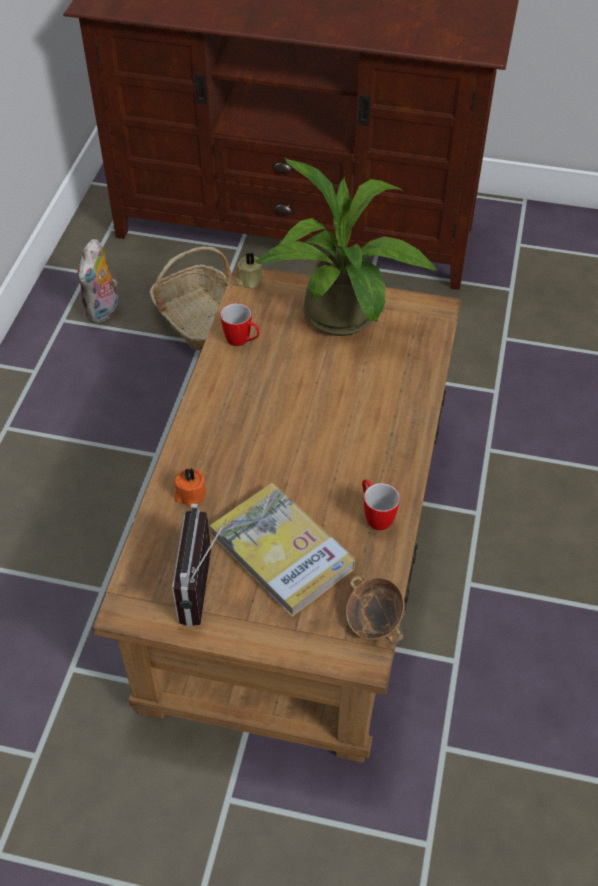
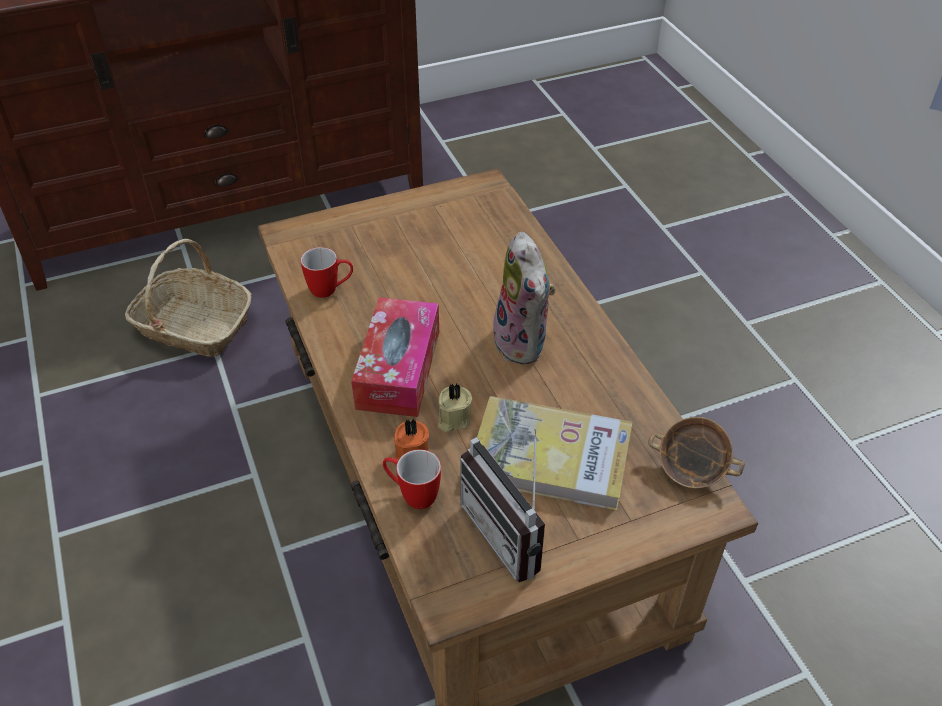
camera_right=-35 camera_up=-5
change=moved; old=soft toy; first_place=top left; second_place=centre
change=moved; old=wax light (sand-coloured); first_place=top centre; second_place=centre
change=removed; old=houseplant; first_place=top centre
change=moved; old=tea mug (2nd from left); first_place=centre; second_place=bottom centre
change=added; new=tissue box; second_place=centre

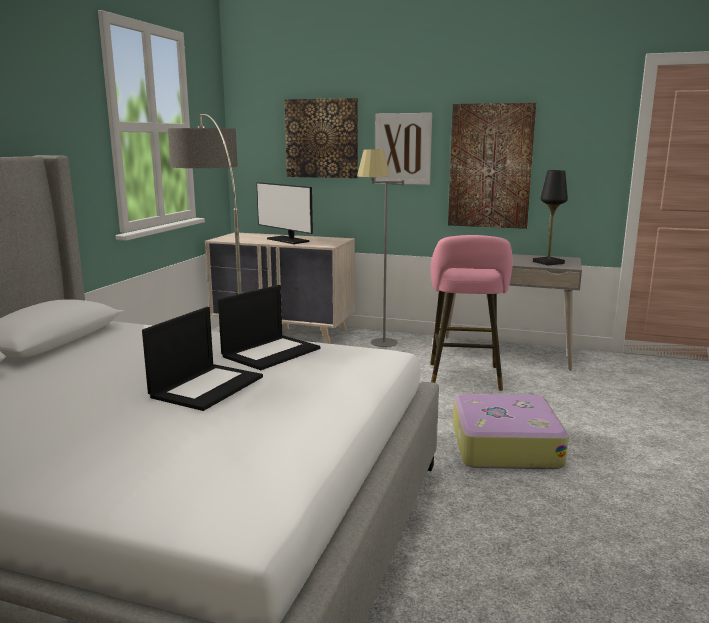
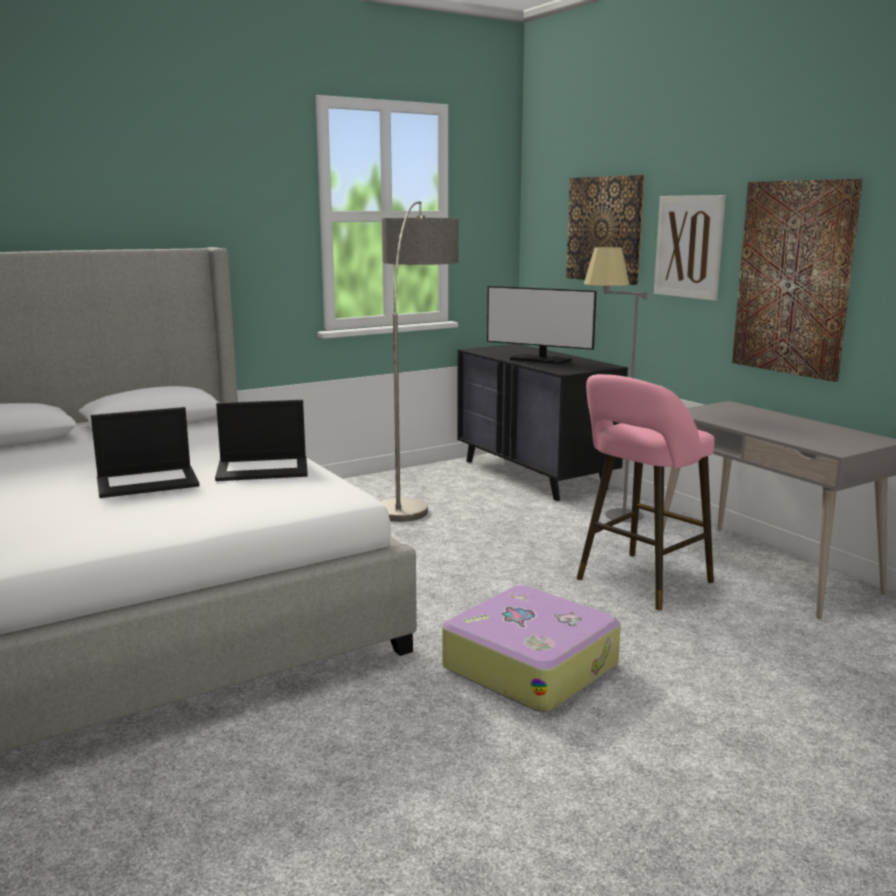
camera_right=40 camera_up=0
change=recoloured; old=dresser (sand-coloured); new=dresser (black-coloured); first_place=centre; second_place=centre
change=turned; old=monitor; first_place=centre; second_place=centre; degrees=-60
change=removed; old=table lamp (black-coloured); first_place=middle right

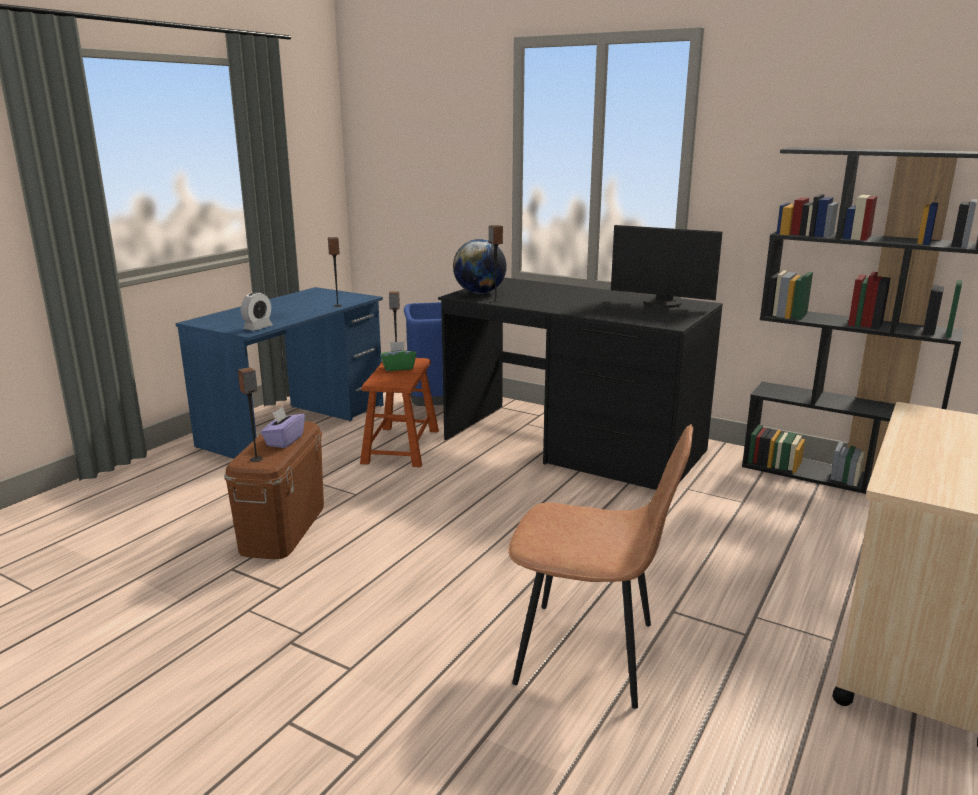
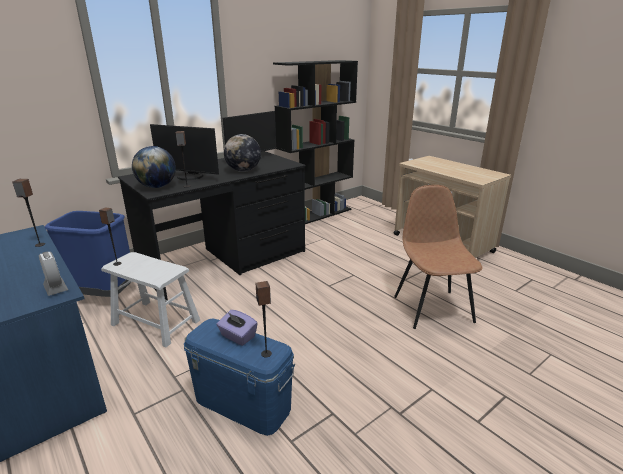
camera_right=-70 camera_up=5
change=recoloured; old=storage box (brown); new=storage box (blue-coloured); first_place=middle left; second_place=bottom centre
change=recoloured; old=stool (brown); new=stool (whitish); first_place=centre; second_place=middle left
change=removed; old=tissue box (green-coloured); first_place=centre
change=turned; old=upright chair (brown); first_place=bottom centre; second_place=middle right; degrees=-45
change=added; new=monitor (1st from left); second_place=top left
change=added; new=globe (2nd from left); second_place=top centre

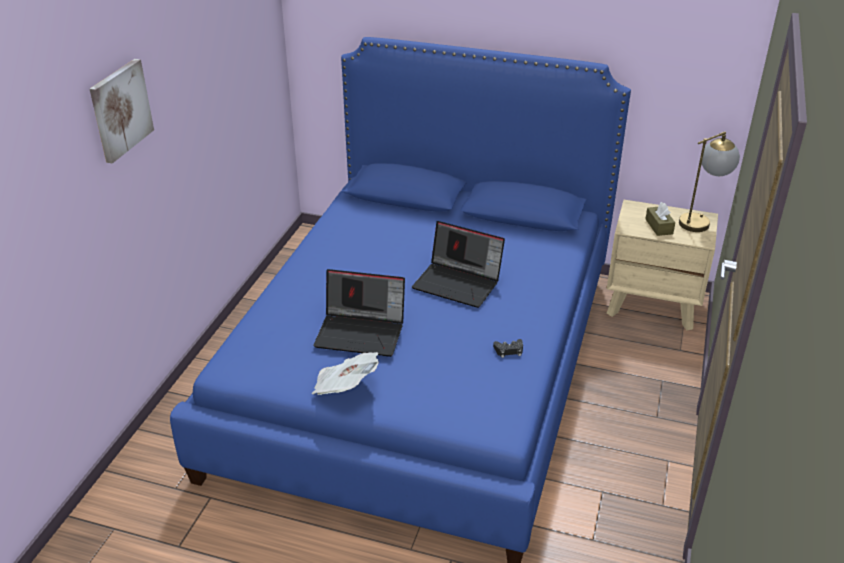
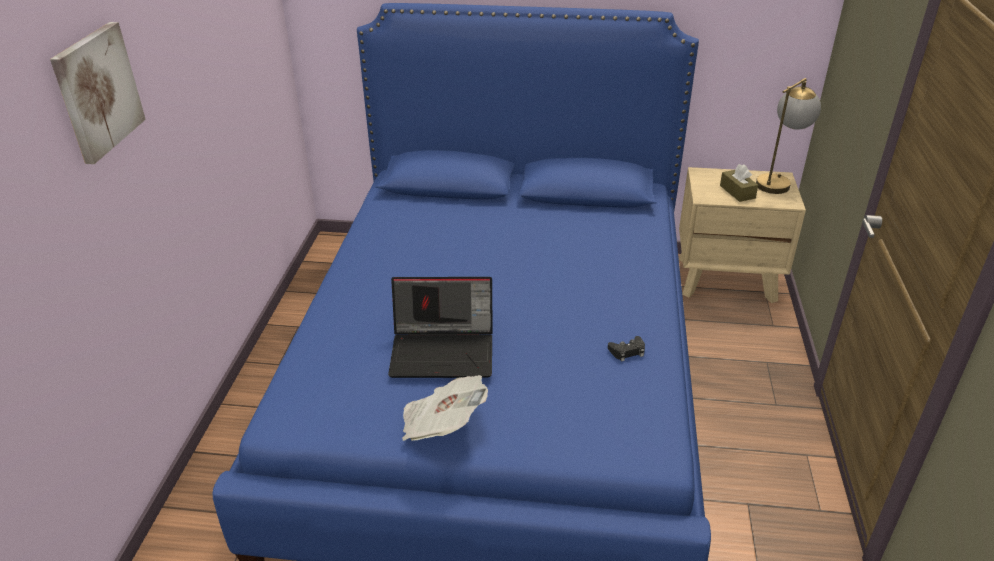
camera_right=-10 camera_up=0
change=removed; old=portable computer (2nd from left); first_place=centre

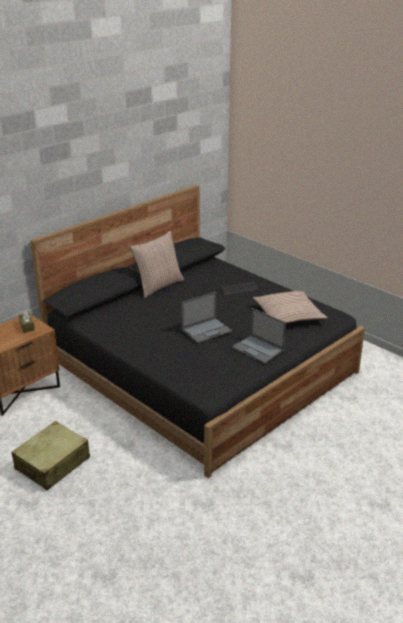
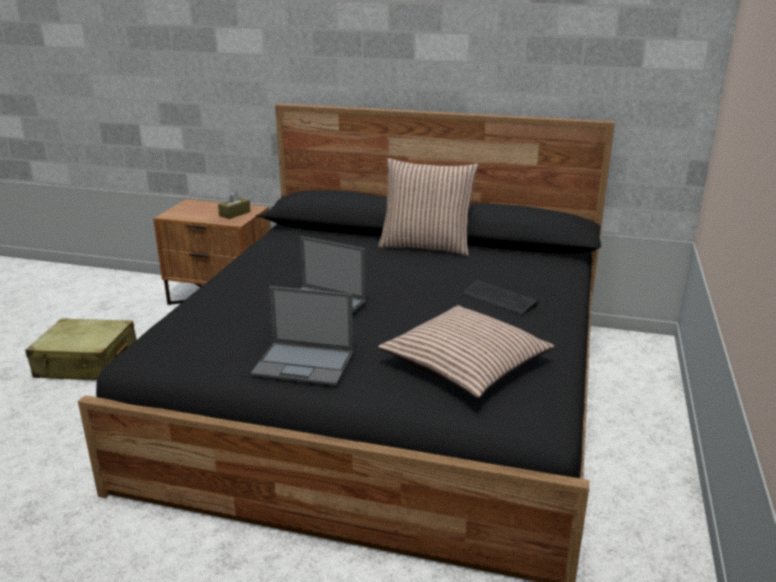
camera_right=60 camera_up=-5
change=turned; old=portable computer (2nd from left in the first image); first_place=centre; second_place=centre; degrees=-90

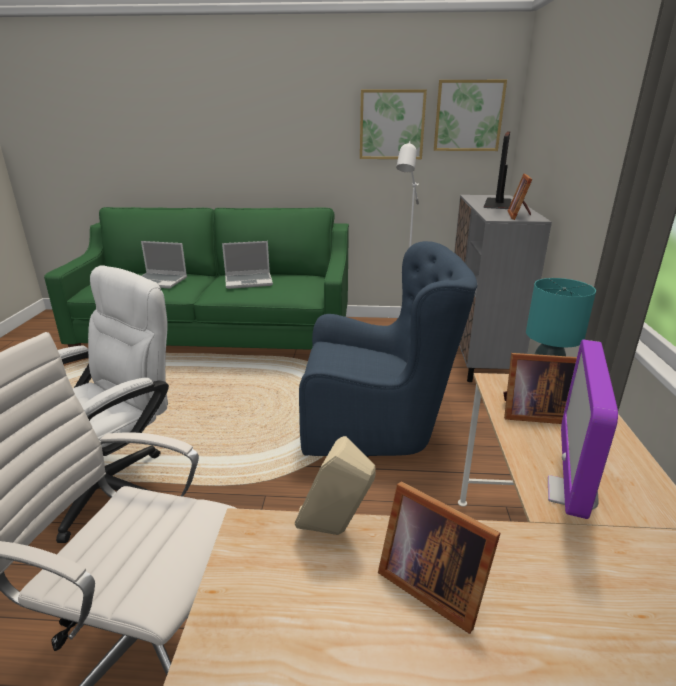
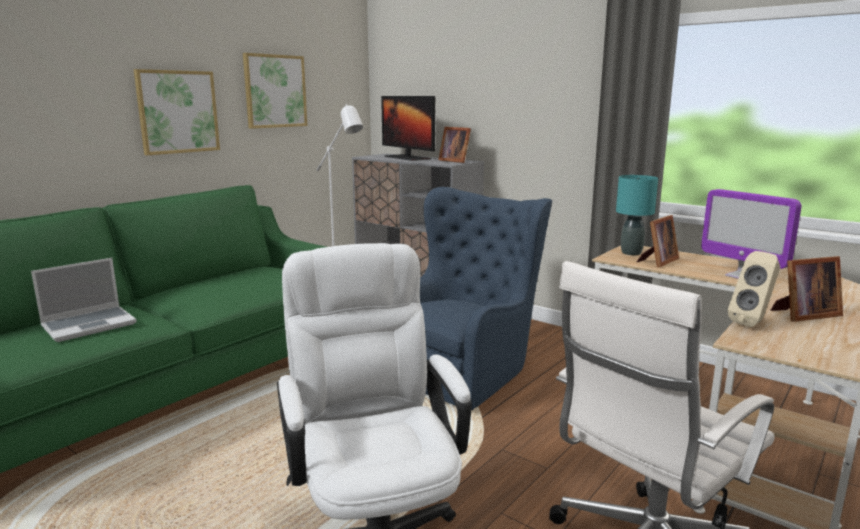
camera_right=-55 camera_up=-10
change=removed; old=portable computer (2nd from left); first_place=centre
change=moved; old=wall picture (2nd from left in the first image); new=wall picture (1st from left); first_place=top right; second_place=top left

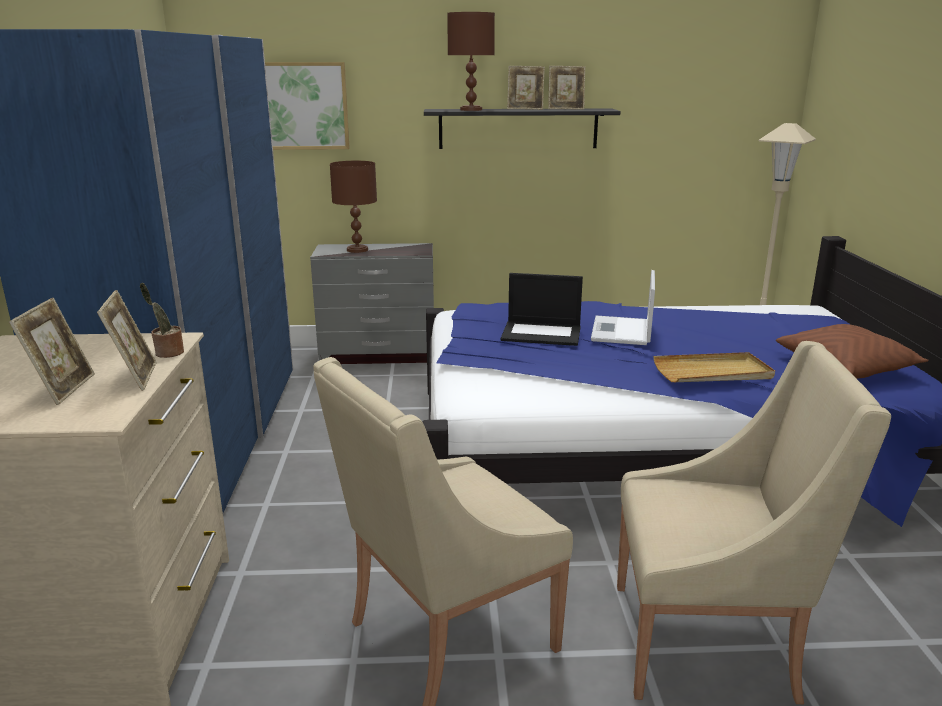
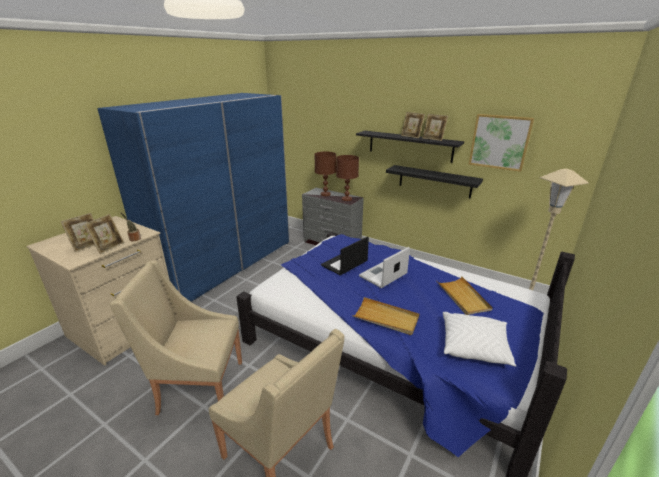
camera_right=35 camera_up=5
change=moved; old=wall picture; first_place=top left; second_place=top right
change=moved; old=table lamp (brown) (2nd from left); first_place=top centre; second_place=centre
change=turned; old=portable computer (1st from left); first_place=centre; second_place=centre; degrees=90
change=recoloured; old=cushion (brown); new=cushion (whitish); first_place=middle right; second_place=bottom right
change=added; new=bracket shelf (black-coloured) (2nd from left); second_place=centre
change=added; new=carrying tray (sand-coloured) (2nd from left); second_place=middle right

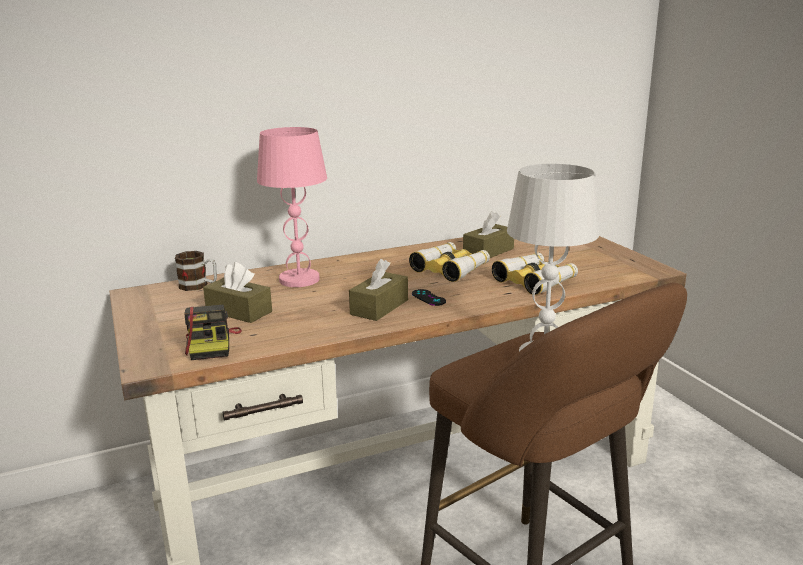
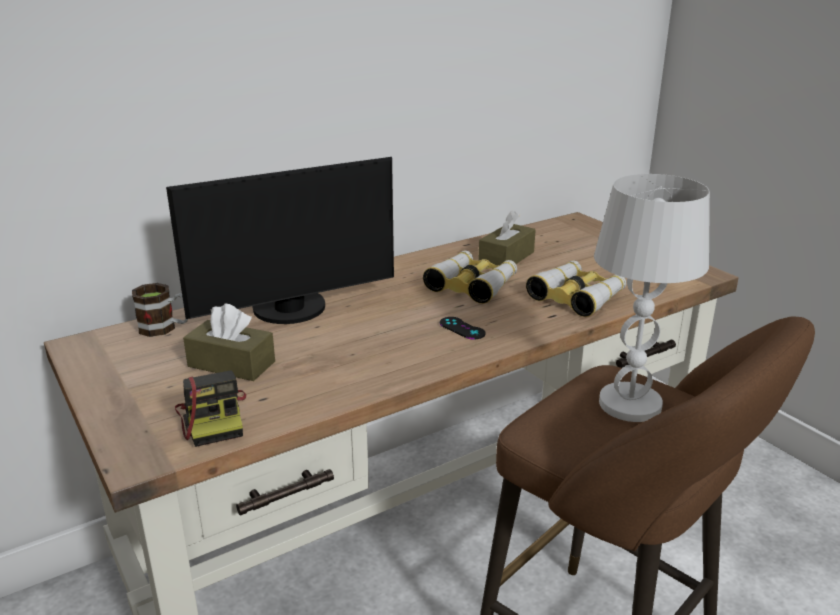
camera_right=-10 camera_up=5
change=replaced; old=table lamp (pink); new=monitor; first_place=centre; second_place=centre
change=removed; old=tissue box (brown) (2nd from left); first_place=centre

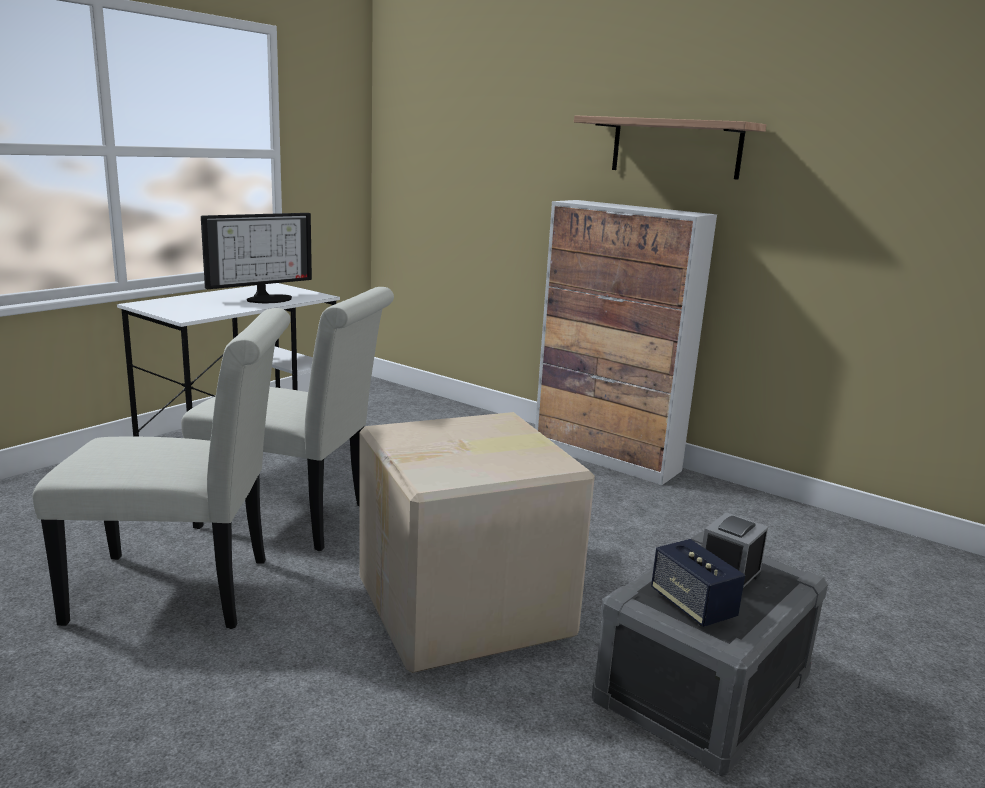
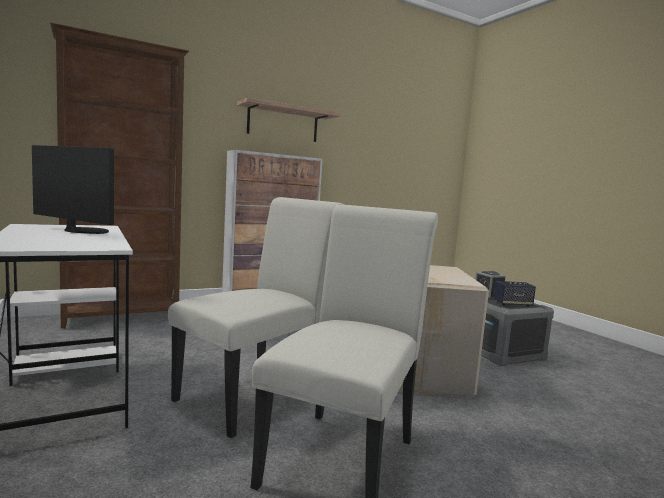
camera_right=-65 camera_up=-10
change=turned; old=monitor; first_place=top left; second_place=middle left; degrees=-45
change=added; new=shelving unit (brown); second_place=middle left

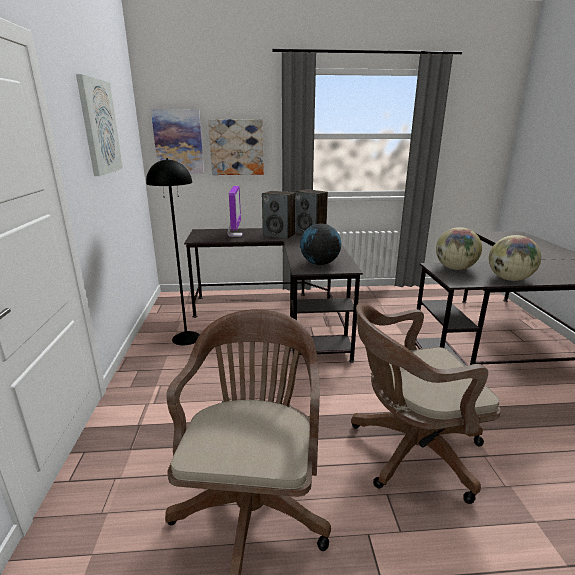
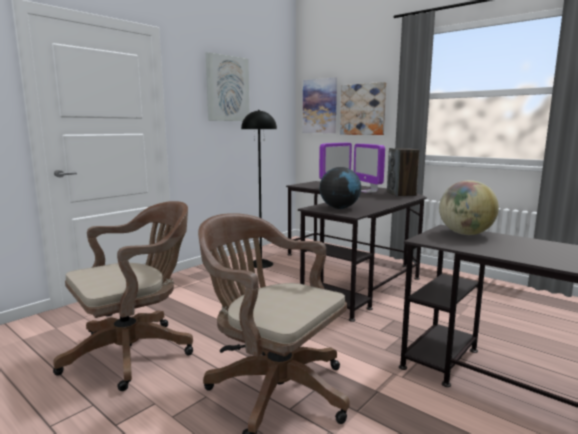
camera_right=45 camera_up=-10
change=replaced; old=speaker (1st from left); new=monitor (2nd from left); first_place=centre; second_place=centre
change=removed; old=globe (3rd from left); first_place=middle right

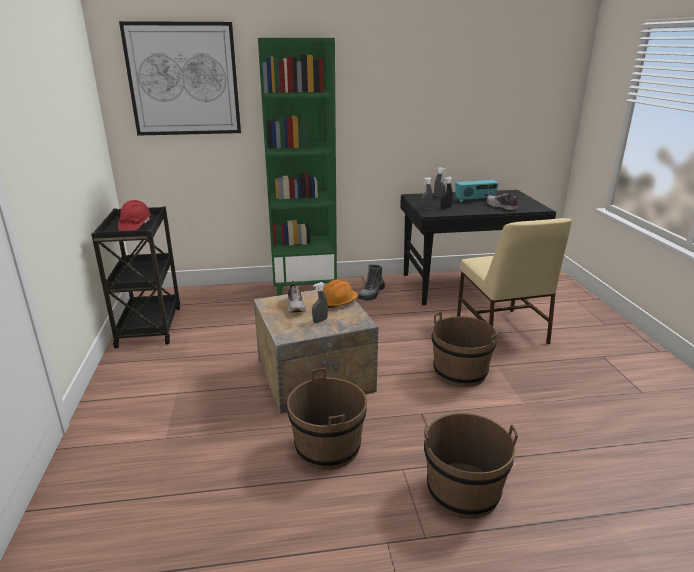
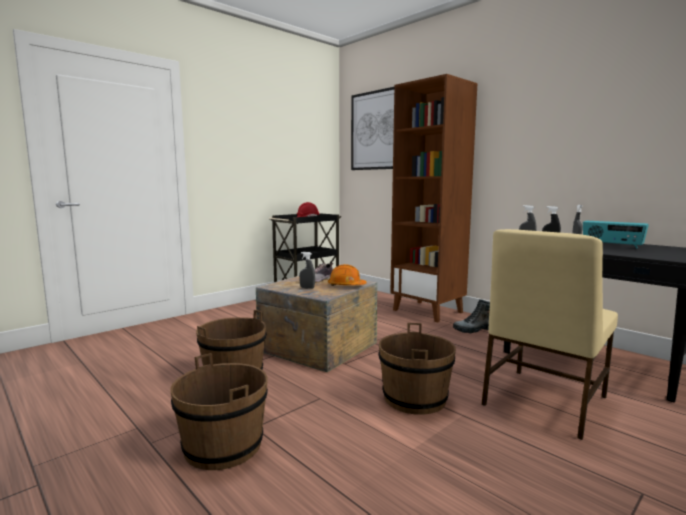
camera_right=55 camera_up=-15
change=recoloured; old=shelving unit (green-coloured); new=shelving unit (brown); first_place=top centre; second_place=centre
change=removed; old=low shoe (2nd from left); first_place=middle right

